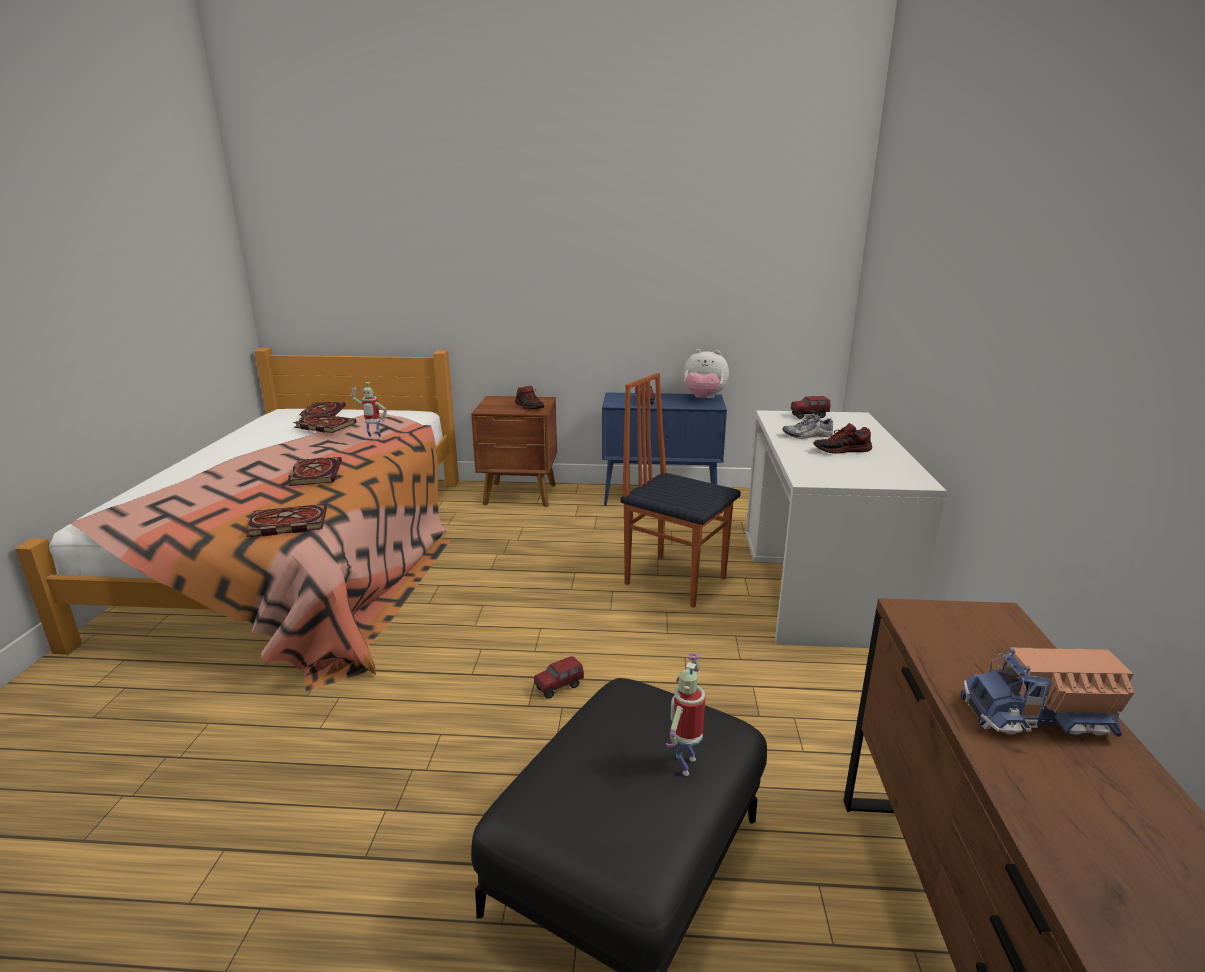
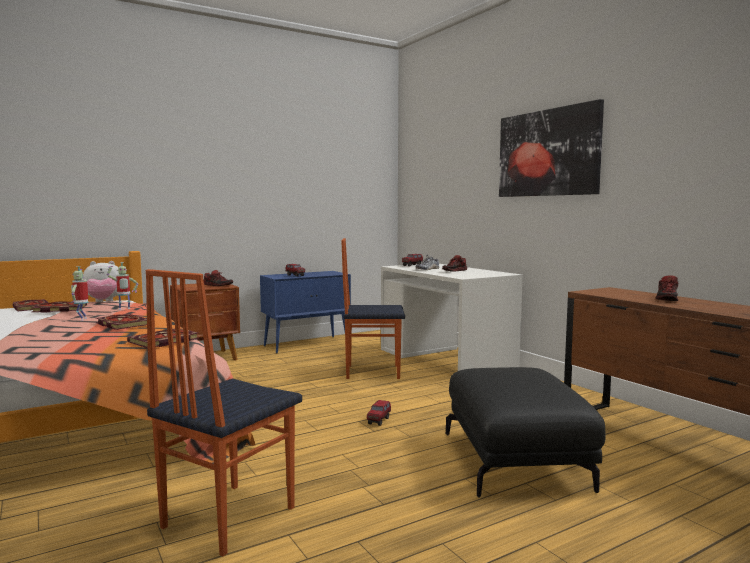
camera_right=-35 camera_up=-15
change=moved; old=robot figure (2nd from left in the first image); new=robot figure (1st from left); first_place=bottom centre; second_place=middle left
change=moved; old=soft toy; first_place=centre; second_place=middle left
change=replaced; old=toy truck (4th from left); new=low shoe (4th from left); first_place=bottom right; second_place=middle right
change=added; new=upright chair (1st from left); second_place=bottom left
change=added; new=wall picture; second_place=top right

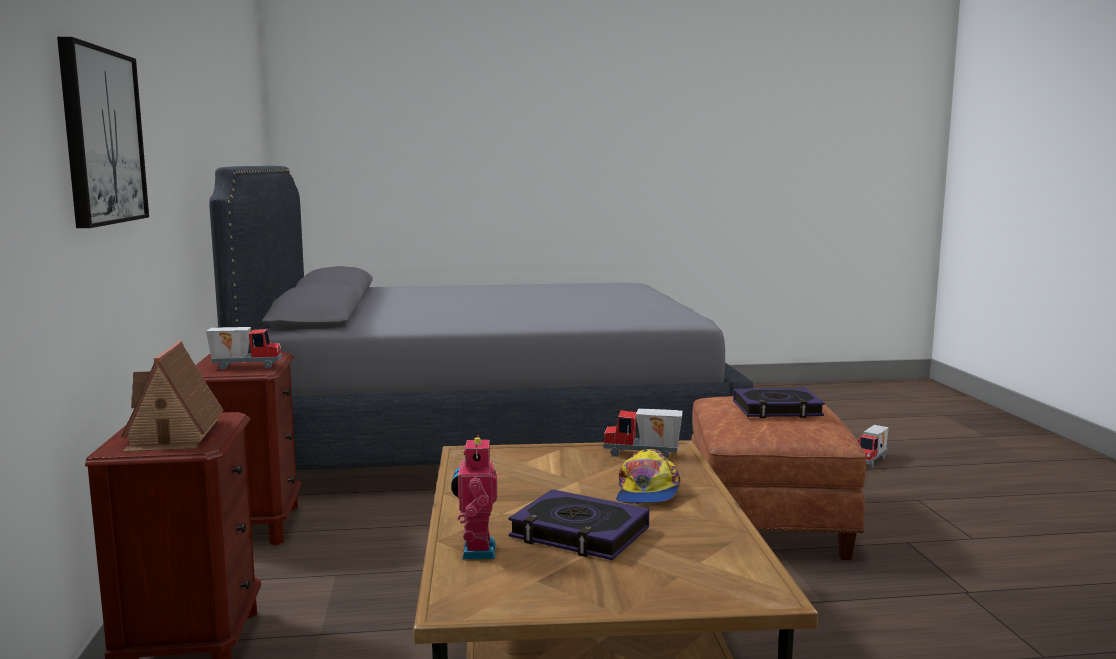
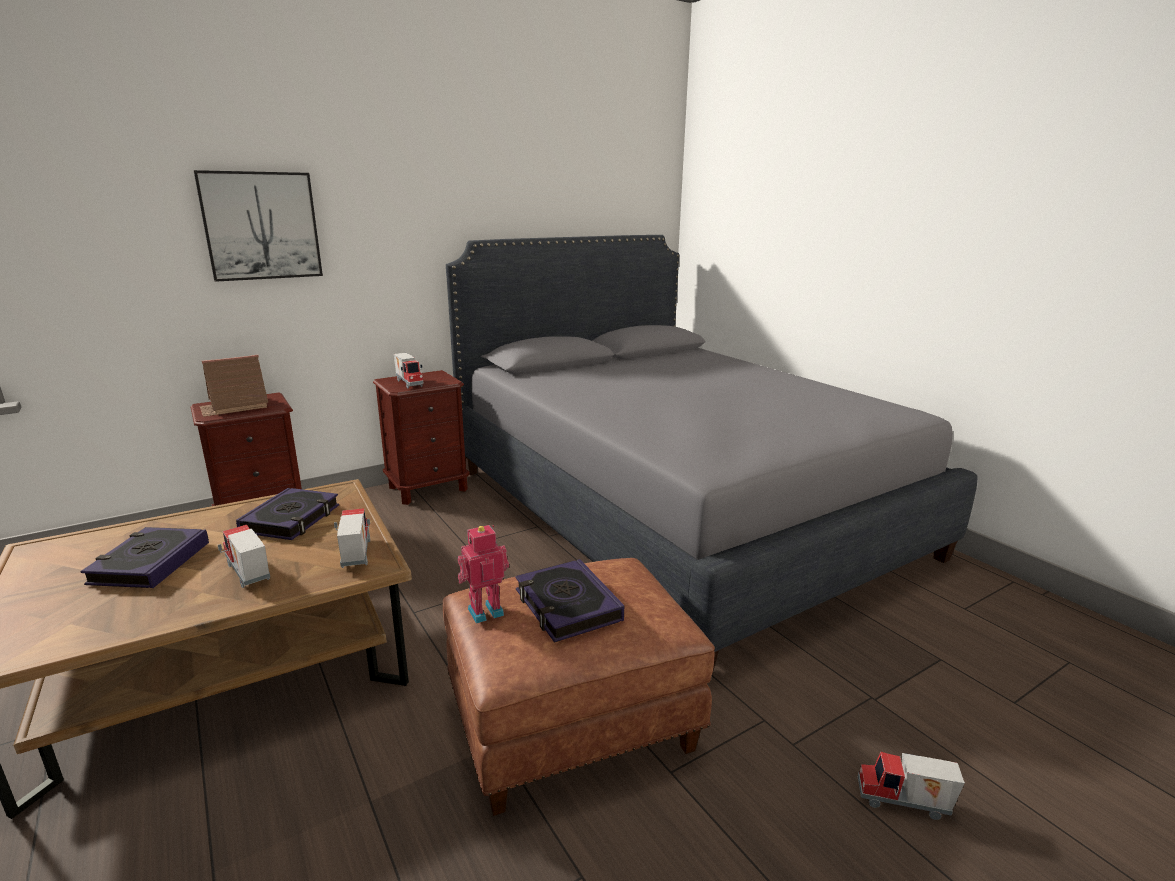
camera_right=65 camera_up=10
change=moved; old=robot figure; first_place=bottom centre; second_place=centre
change=replaced; old=baseball cap; new=toy truck (1st from left); first_place=bottom centre; second_place=middle left
change=added; new=bound book (2nd from left); second_place=middle left

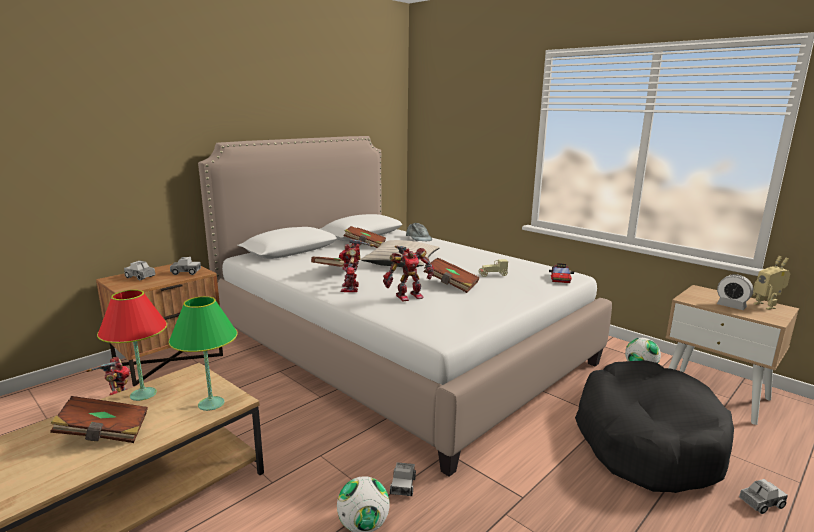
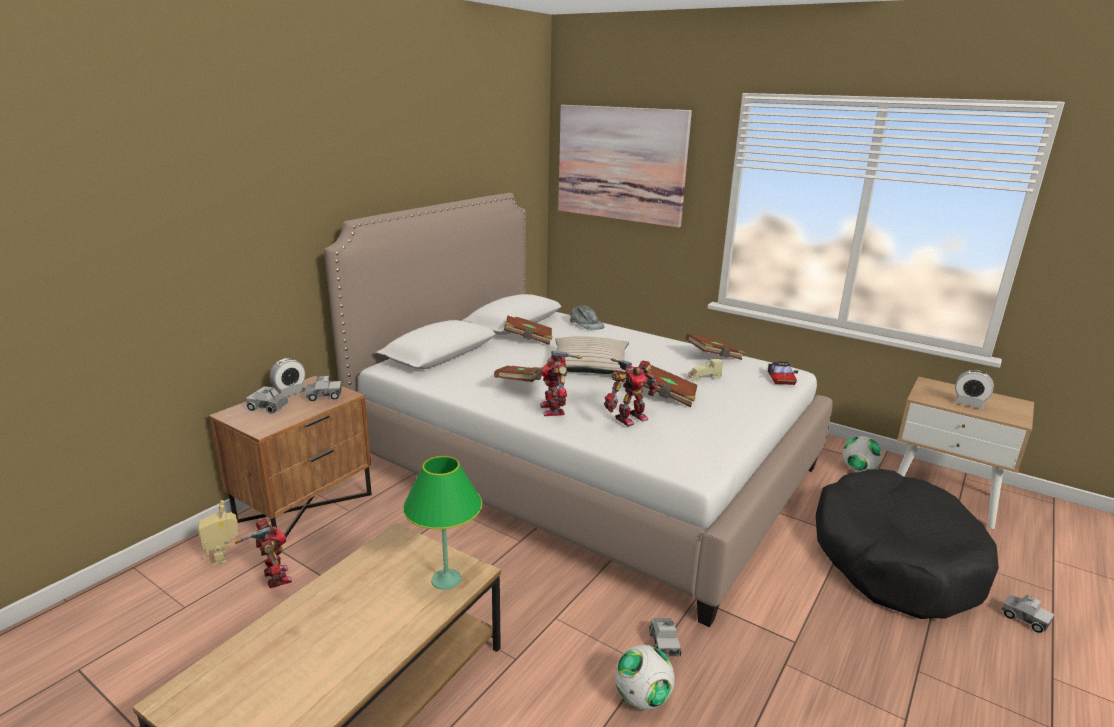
camera_right=-10 camera_up=5
change=moved; old=bound book (brown) (1st from left in the first image); new=bound book (brown) (4th from left); first_place=bottom left; second_place=centre
change=removed; old=table lamp (reddish); first_place=middle left
change=turned; old=toy truck (4th from left); first_place=bottom right; second_place=bottom right; degrees=75
change=moved; old=robot figure (4th from left in the first image); new=robot figure (1st from left); first_place=middle right; second_place=bottom left
change=added; new=alarm clock (1st from left); second_place=middle left
change=added; new=wall picture; second_place=top centre

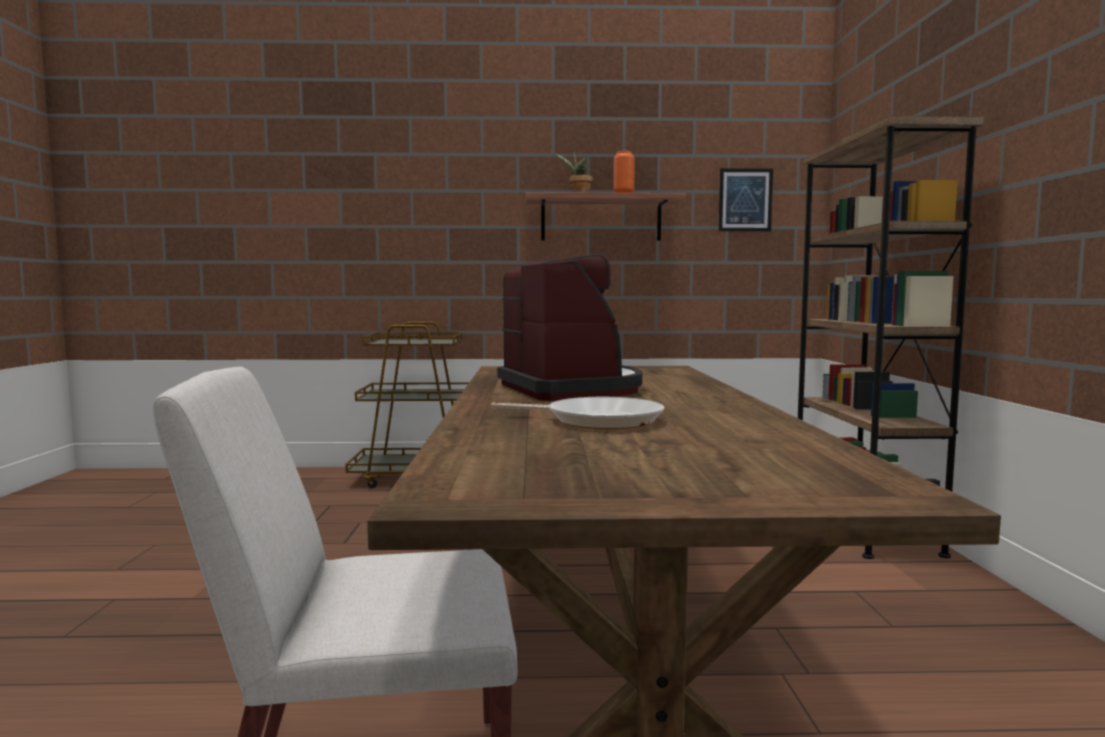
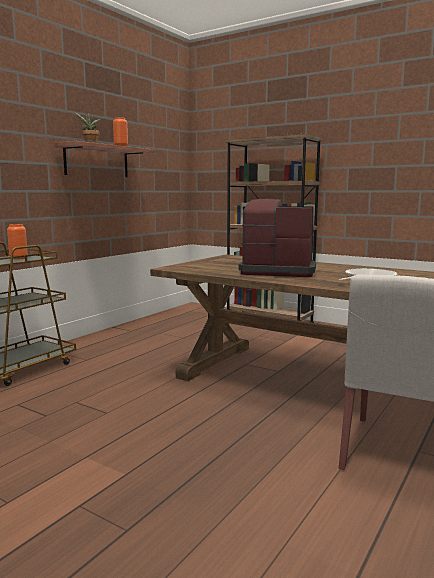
camera_right=-55 camera_up=5
change=removed; old=wall picture; first_place=top right
change=added; new=decorative vase (orangey) (1st from left); second_place=middle left

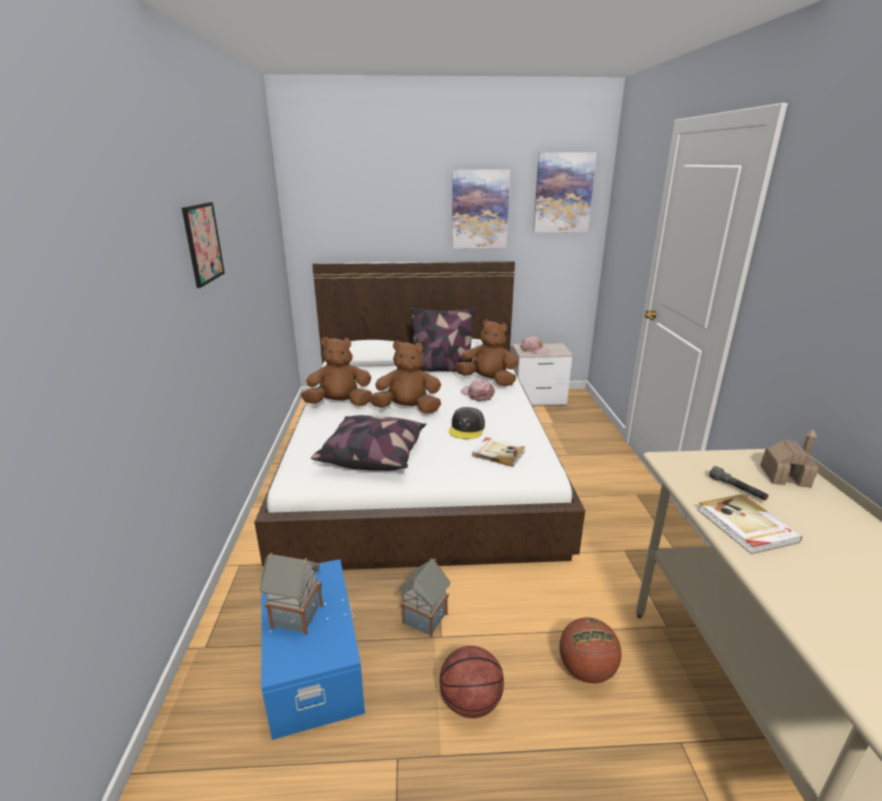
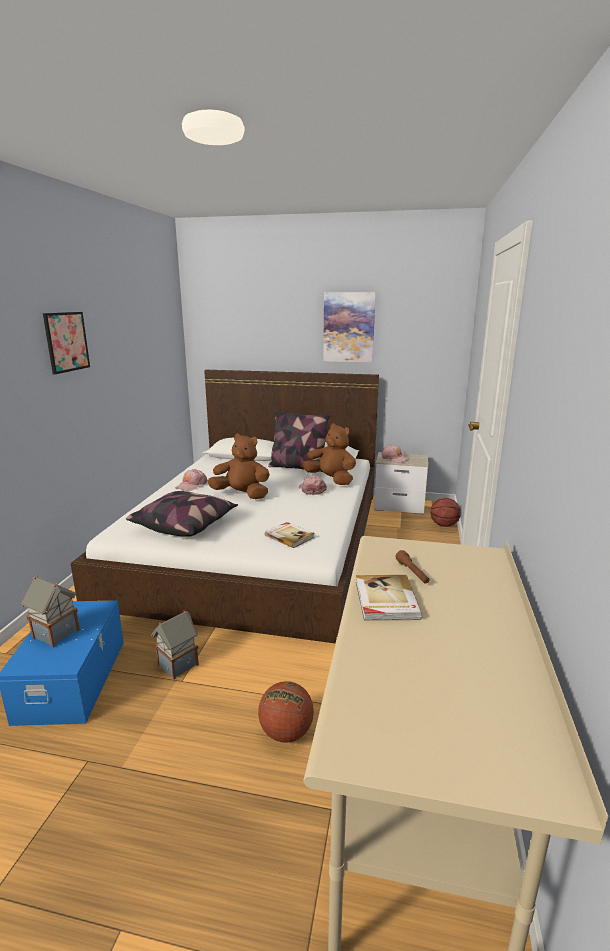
camera_right=15 camera_up=-5
change=replaced; old=soft toy (brown) (1st from left); new=baseball cap (pink) (1st from left); first_place=centre; second_place=middle left
change=moved; old=ball for basketball (1st from left in the first image); new=ball for basketball (2nd from left); first_place=bottom centre; second_place=middle right
change=removed; old=baseball cap (greyish); first_place=centre
change=removed; old=wall picture (3rd from left); first_place=top centre
change=recoloured; old=hand torch (greyish); new=hand torch (brown); first_place=middle right; second_place=middle right
change=removed; old=model house (3rd from left); first_place=middle right

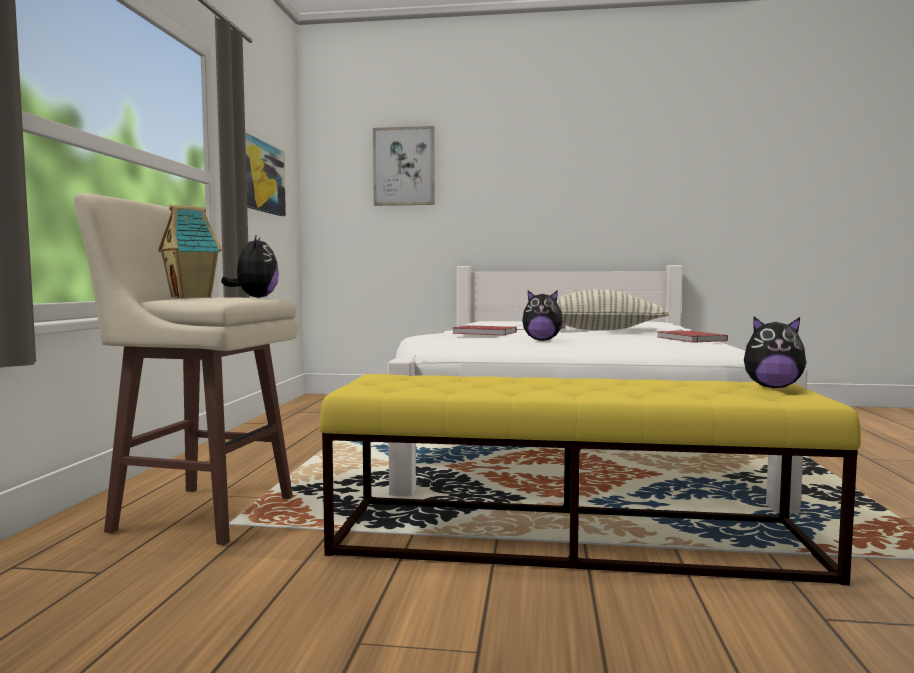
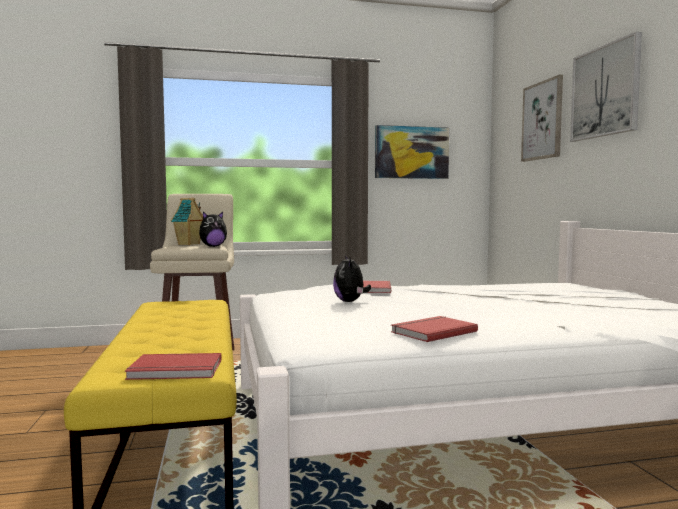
camera_right=70 camera_up=0
change=removed; old=cushion; first_place=middle right
change=replaced; old=soft toy (3rd from left); new=bound book (reddish) (1st from left); first_place=middle right; second_place=bottom left
change=added; new=wall picture (3rd from left); second_place=top right

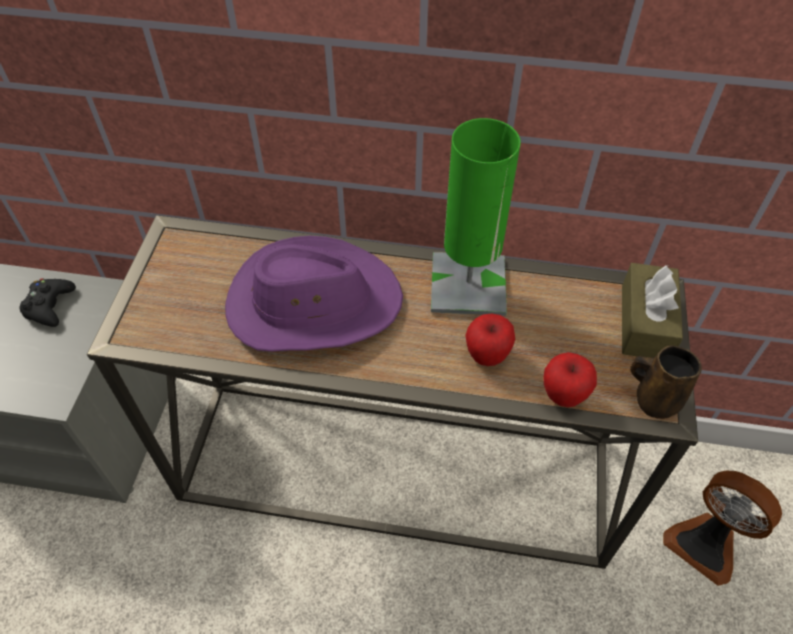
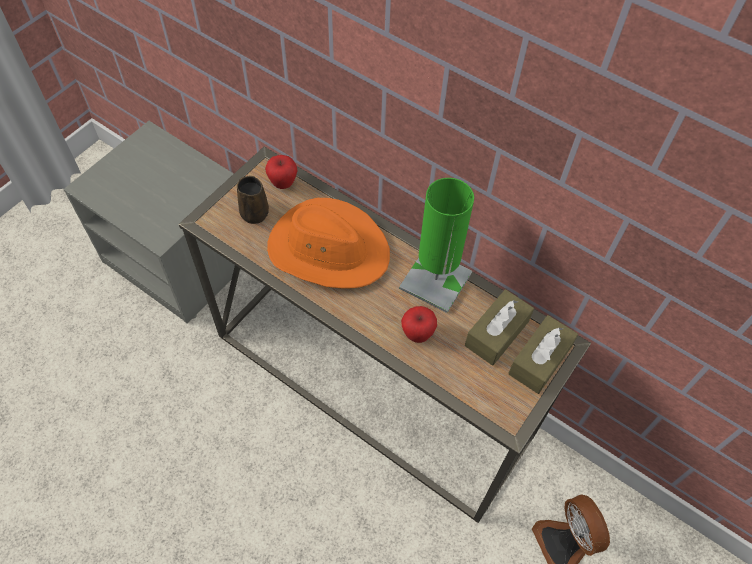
camera_right=25 camera_up=5
change=removed; old=game controller (black-coloured); first_place=middle left
change=recoloured; old=wearable hat (purplish); new=wearable hat (orangey); first_place=centre; second_place=centre
change=moved; old=apple (2nd from left in the first image); new=apple (1st from left); first_place=middle right; second_place=top centre
change=moved; old=tea mug (brown); first_place=middle right; second_place=centre
change=added; new=tissue box (brown) (1st from left); second_place=centre

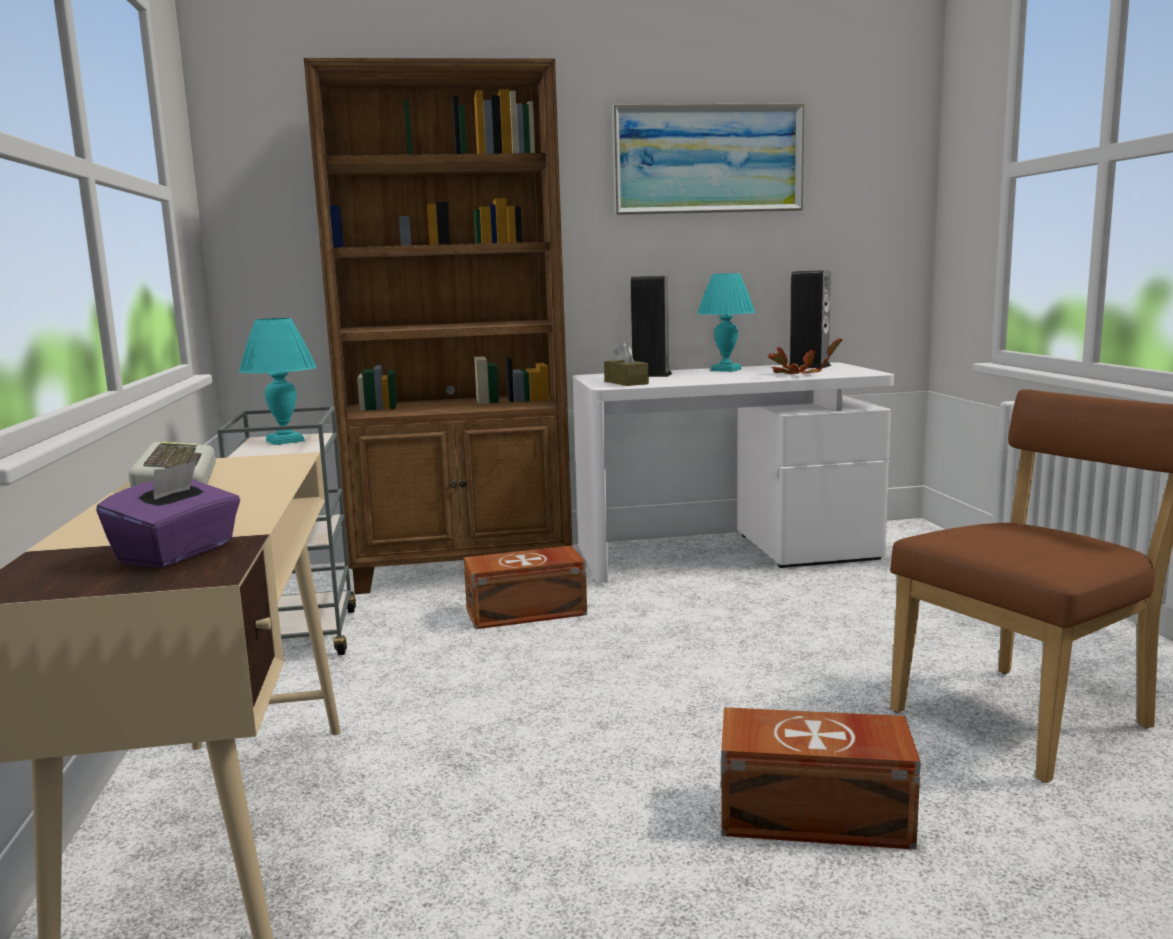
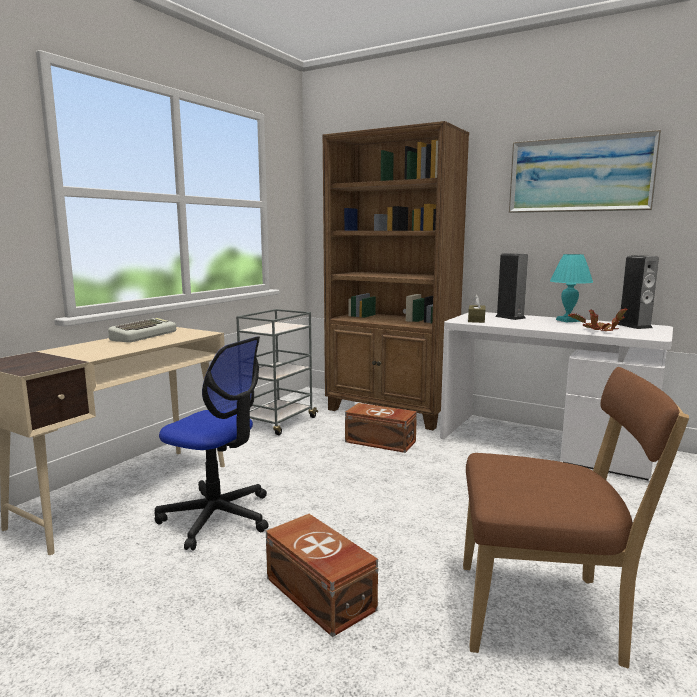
camera_right=40 camera_up=0
change=removed; old=tissue box (purplish); first_place=middle left
change=removed; old=table lamp (turquoise-coloured) (1st from left); first_place=middle left
change=added; new=computer chair; second_place=middle left

